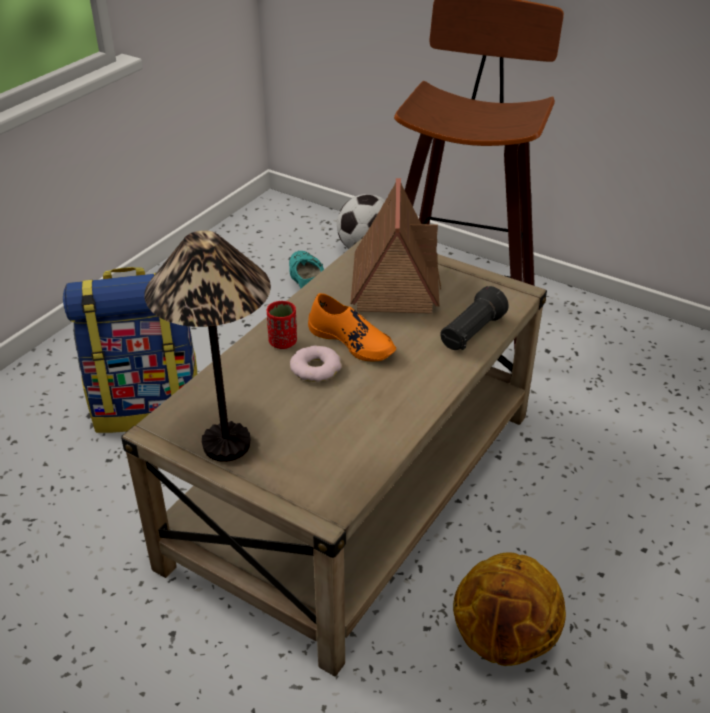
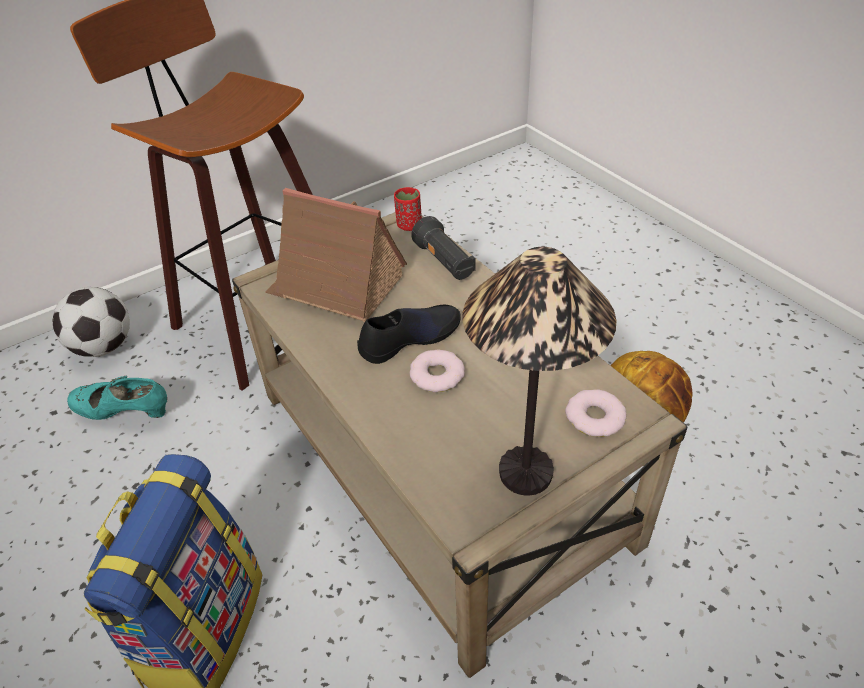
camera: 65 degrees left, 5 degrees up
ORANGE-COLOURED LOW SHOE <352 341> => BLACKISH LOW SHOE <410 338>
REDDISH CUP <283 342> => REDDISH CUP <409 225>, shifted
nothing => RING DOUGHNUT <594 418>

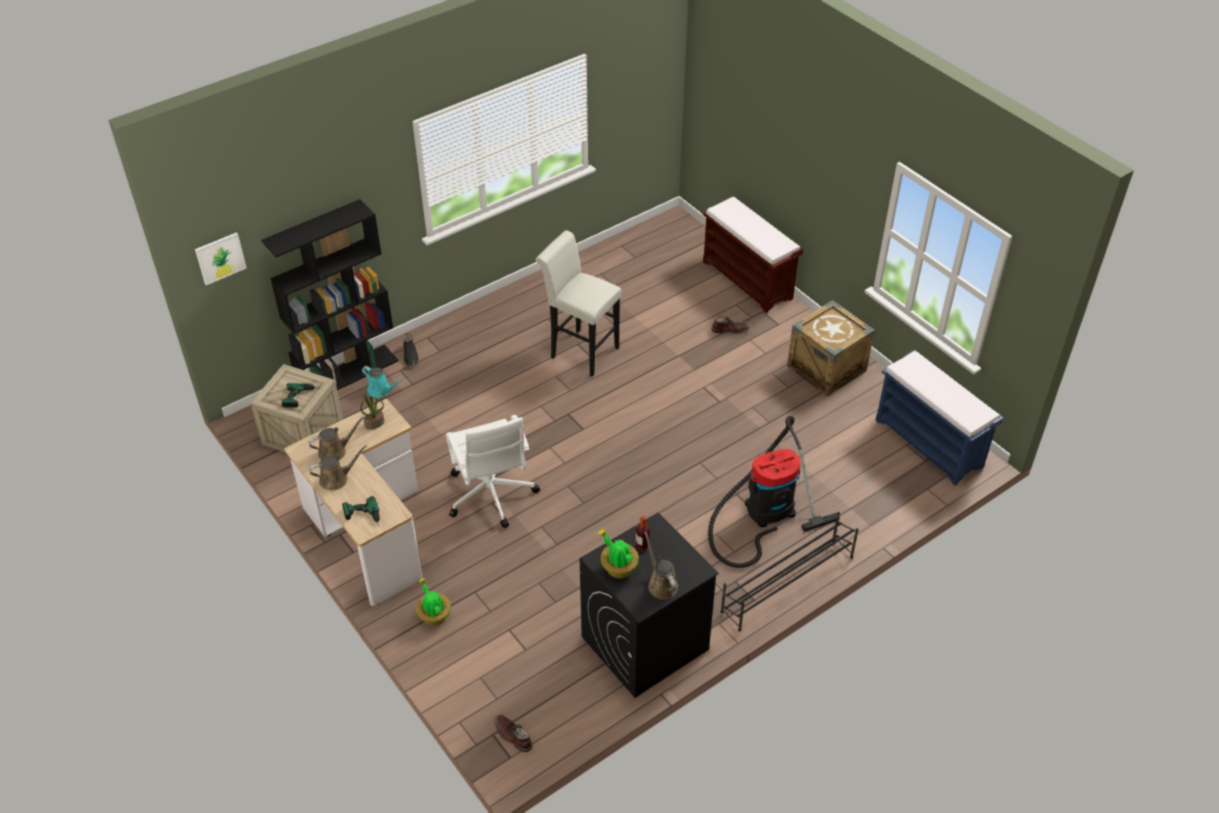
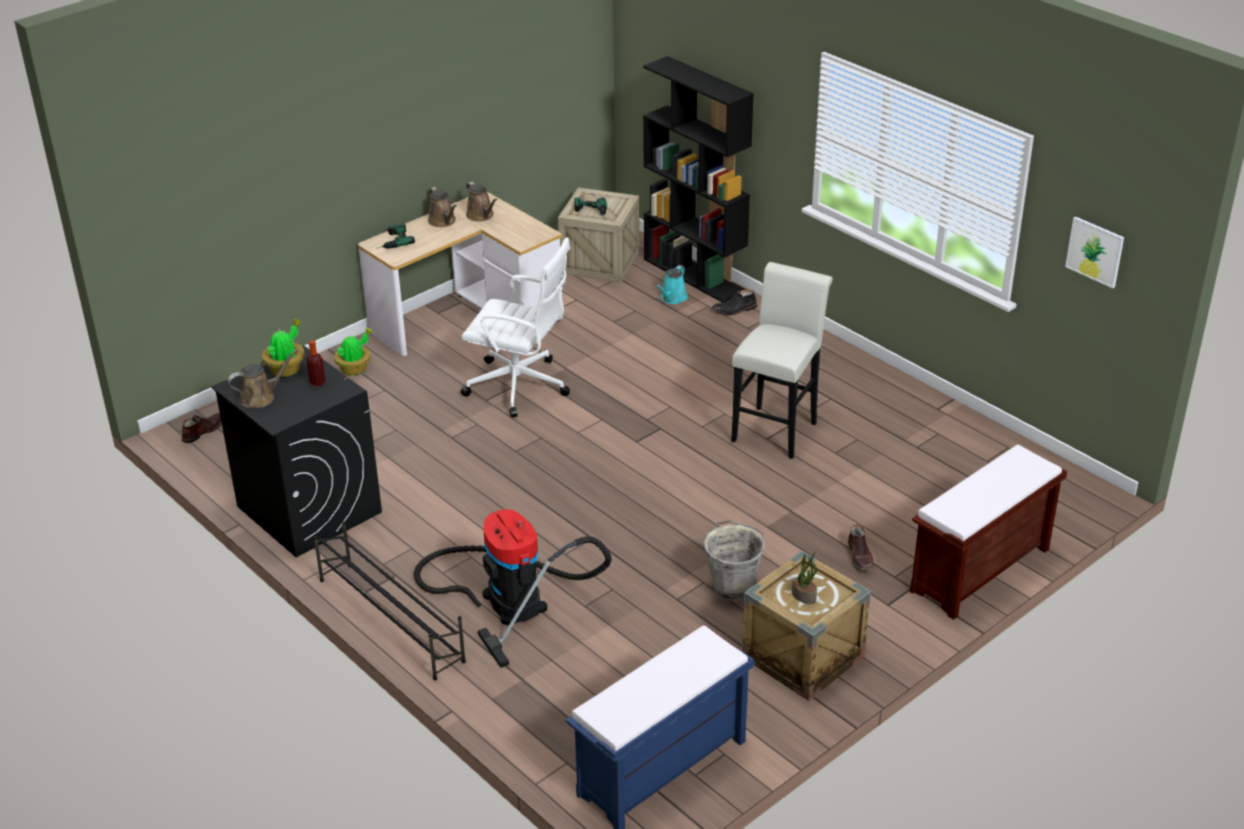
camera: 85 degrees right, 10 degrees down
PICTURE <220 258> => PICTURE <1095 251>, shifted
HOUSEPLANT <374 423> => HOUSEPLANT <804 596>, shifted
WHITE OFFICE CHAIR <491 496> => WHITE OFFICE CHAIR <520 386>, 135 degrees counterclockwise
nothing => GRAY PAIL <732 586>

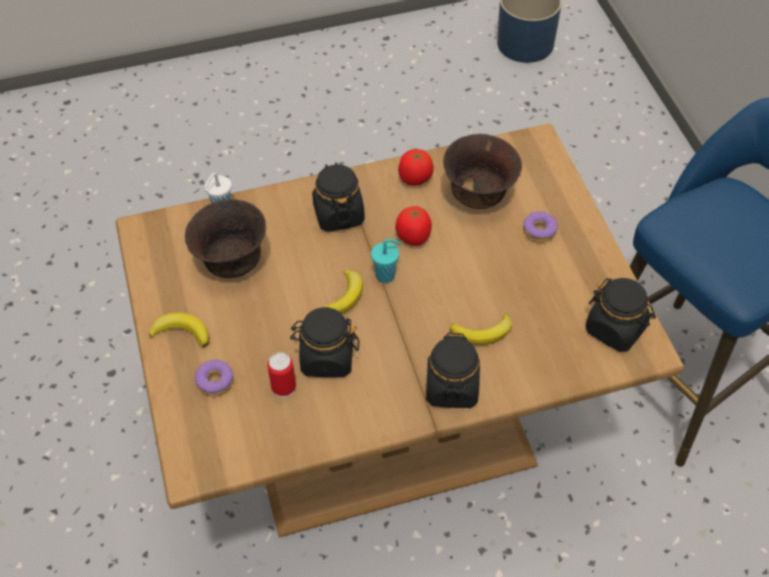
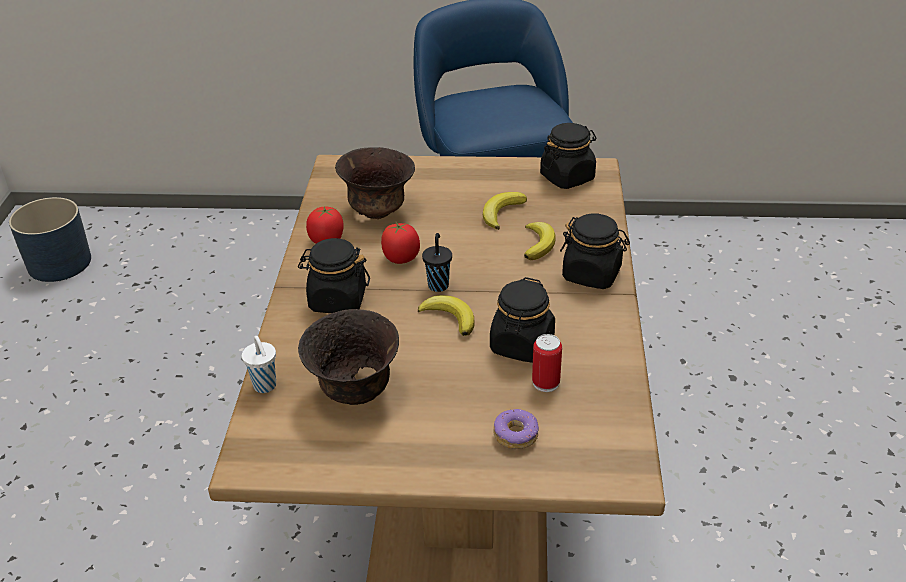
camera: 70 degrees left, 15 degrees down
RING DOUGHNUT <539 231> => nothing
BLUE-GREEN CUP <386 275> => BLACKISH CUP <438 285>
WHOLE BANANA <182 332> => WHOLE BANANA <501 212>, shifted

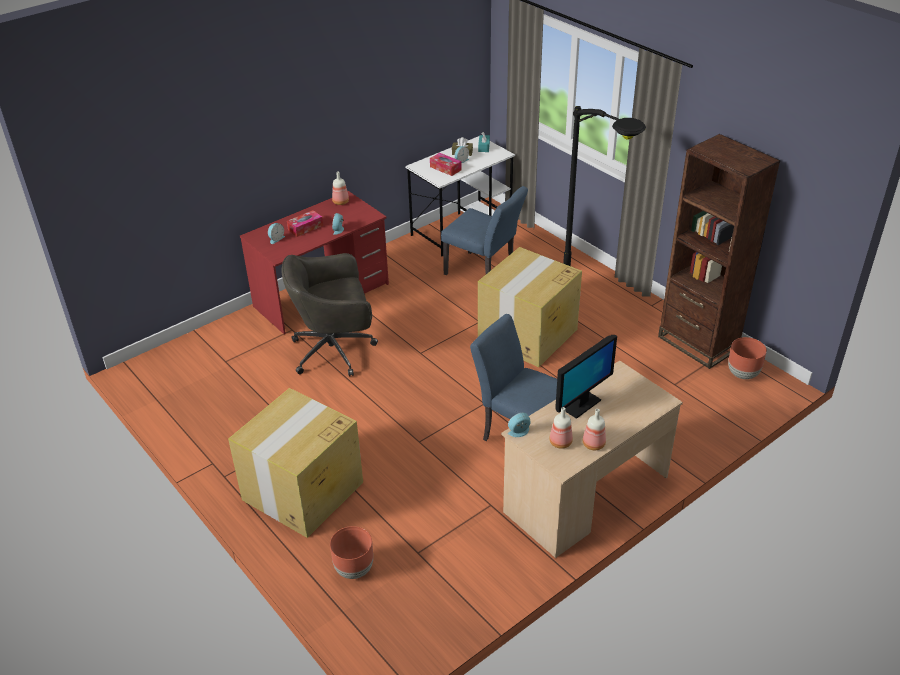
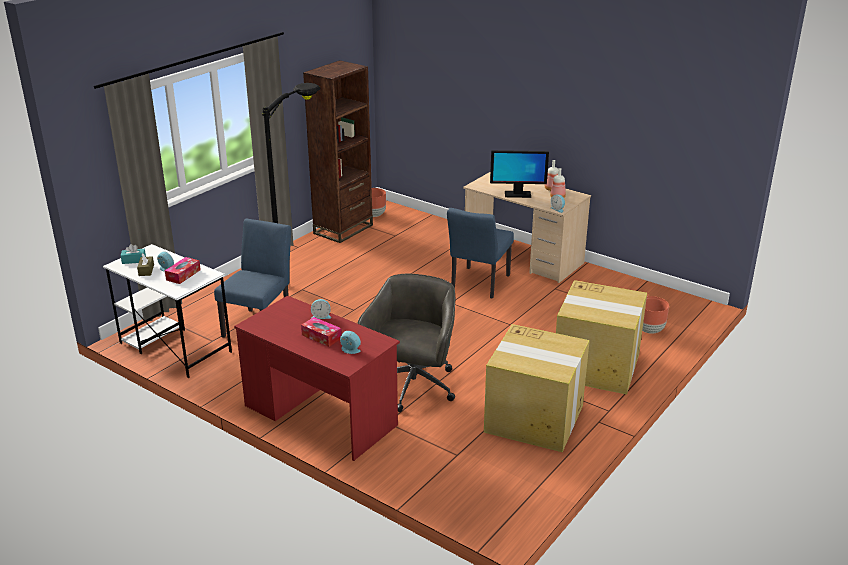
camera: 105 degrees left, 10 degrees down
DRINK BOTTLE <340 202> => nothing
CARTON <527 335> => CARTON <535 419>, shifted
GRAY OFFICE CHAIR <335 350> => GRAY OFFICE CHAIR <412 387>, 135 degrees counterclockwise
COMPUTER SCREEN <580 404> => COMPUTER SCREEN <517 194>, 150 degrees clockwise

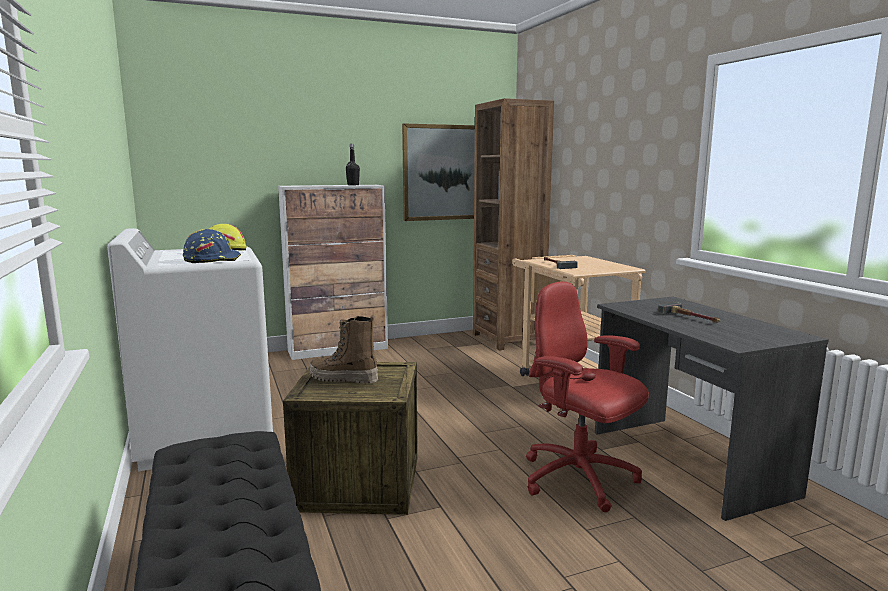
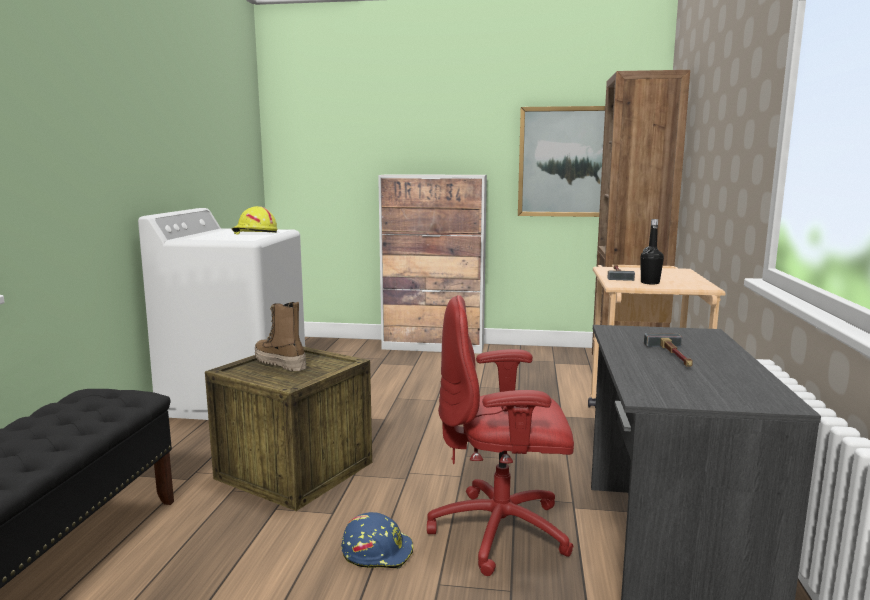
camera: 30 degrees right, 0 degrees up
BLACKISH DRINK BOTTLE <353 185> => BLACKISH DRINK BOTTLE <650 283>, shifted
BLUE HARD HAT <212 259> => BLUE HARD HAT <377 552>, shifted
REDDISH OFFICE CHAIR <579 480> => REDDISH OFFICE CHAIR <502 532>, 75 degrees counterclockwise

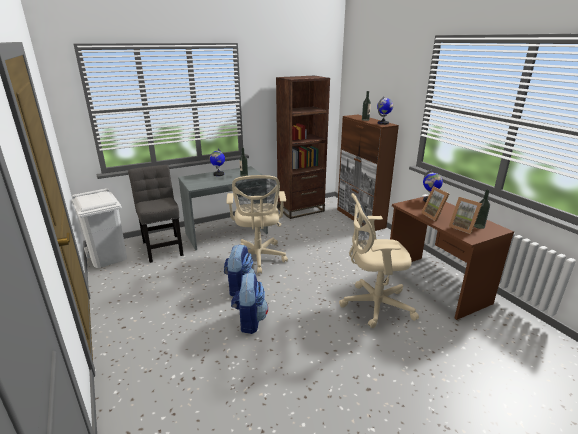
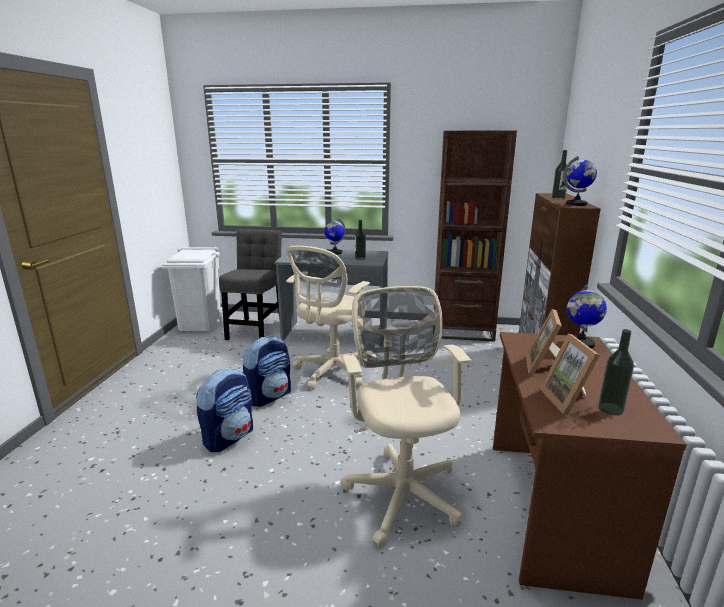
camera: 35 degrees right, 5 degrees down
BEIGE-COLOURED OFFICE CHAIR <373 305> => BEIGE-COLOURED OFFICE CHAIR <402 490>, 45 degrees clockwise

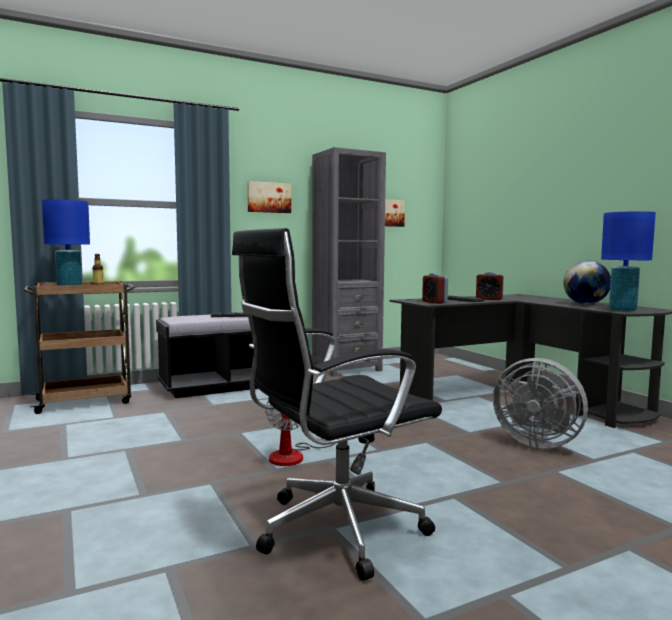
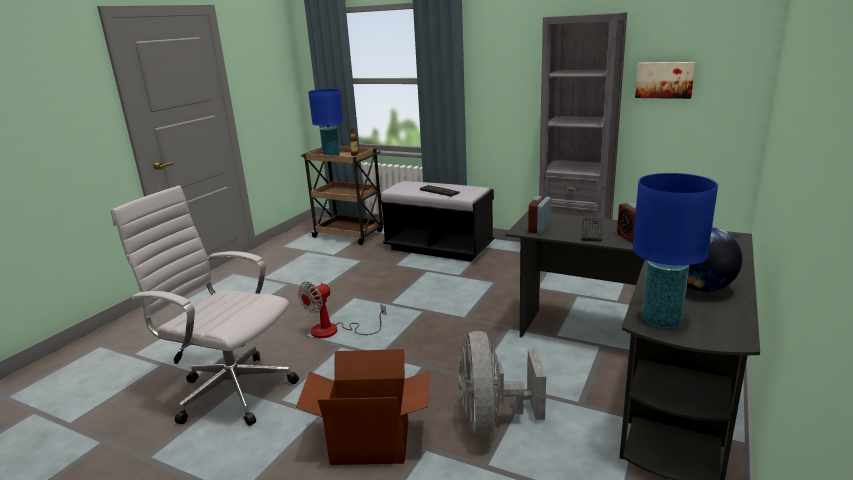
camera: 55 degrees right, 15 degrees up
PICTURE <269 197> => nothing
BLACKISH OFFICE CHAIR <333 531> => WHITE OFFICE CHAIR <231 391>
nothing => CARTON <371 441>

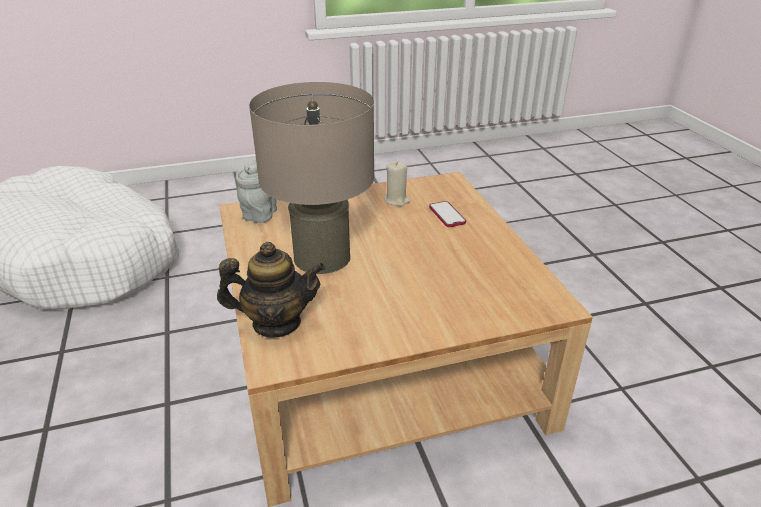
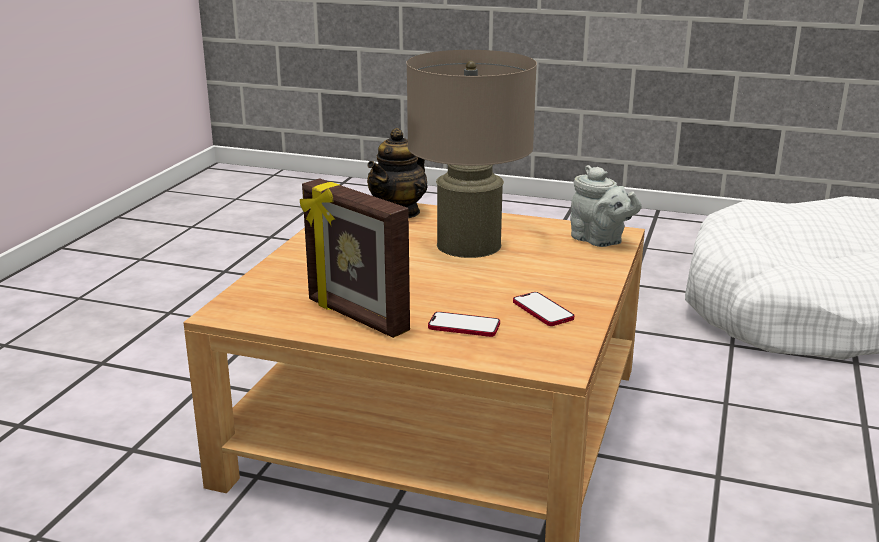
camera: 125 degrees right, 10 degrees down
BEIGE-COLOURED WAX CANDLE <396 200> => PHONE <542 311>
nothing => PICTURE FRAME <356 316>

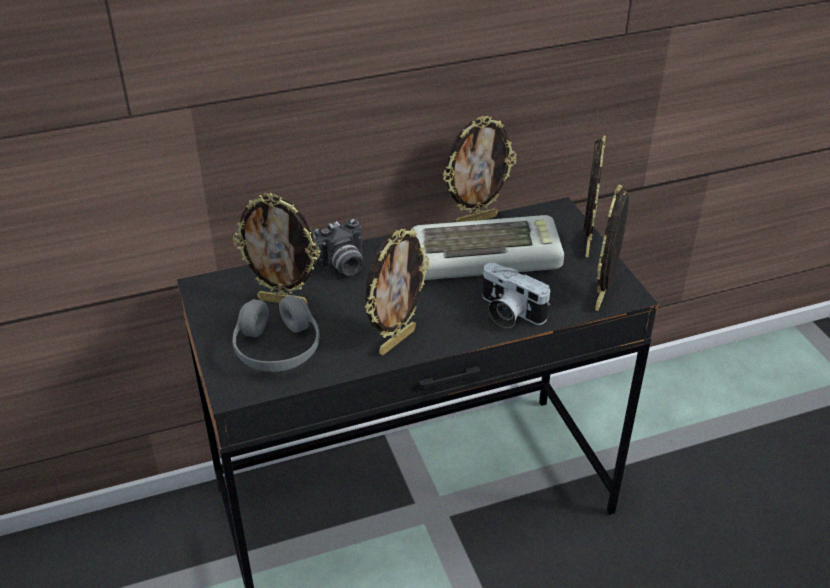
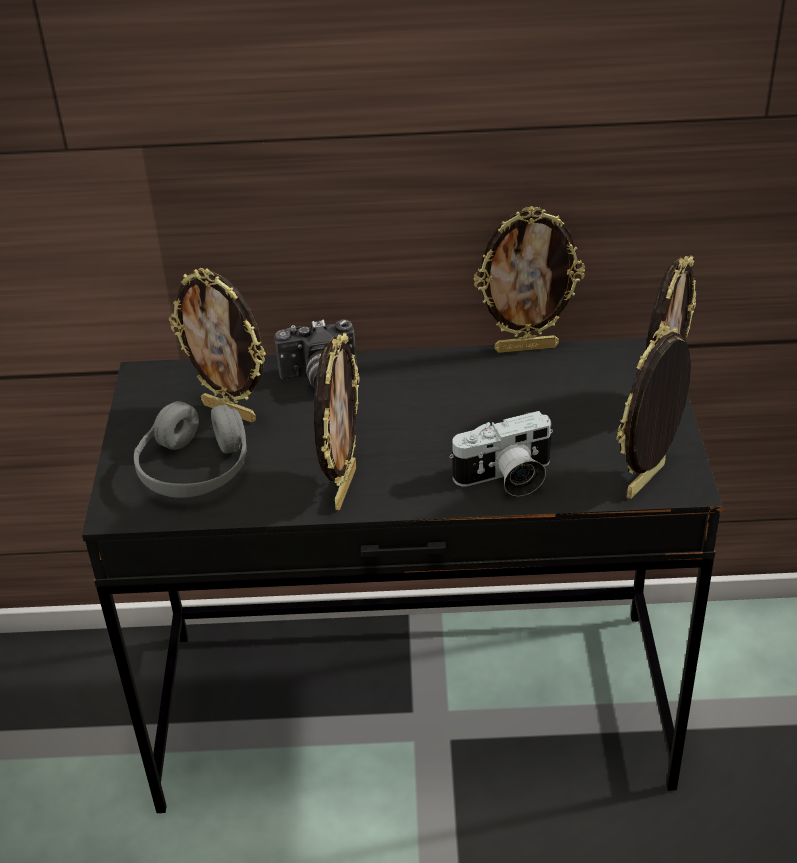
camera: 20 degrees right, 0 degrees up
KEYBOARD <486 256> => nothing
PICTURE FRAME <396 341> => PICTURE FRAME <343 487>, 45 degrees counterclockwise
PHOTO CAMERA <508 313> => PHOTO CAMERA <506 478>, 75 degrees counterclockwise

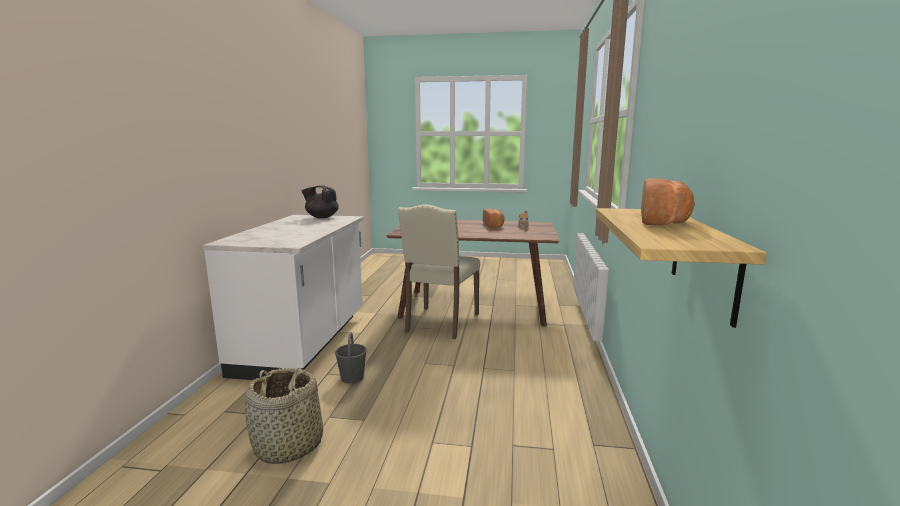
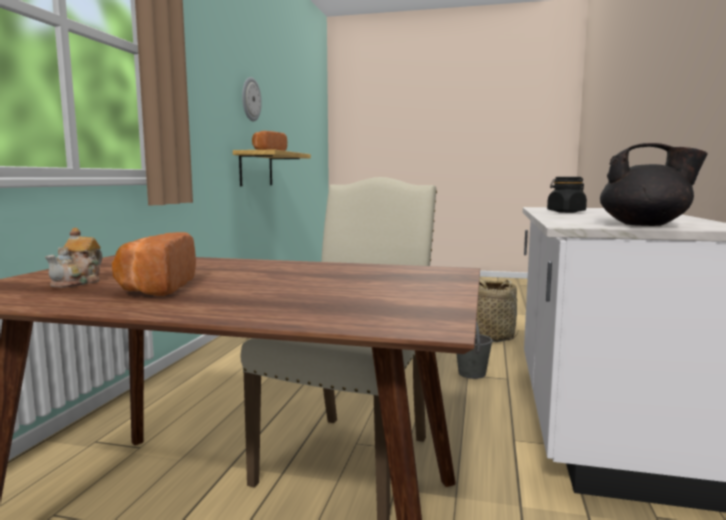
camera: 175 degrees left, 5 degrees down
nothing => HANGING CLOCK <250 99>
nothing => BLACKISH STORAGE JAR <566 212>

